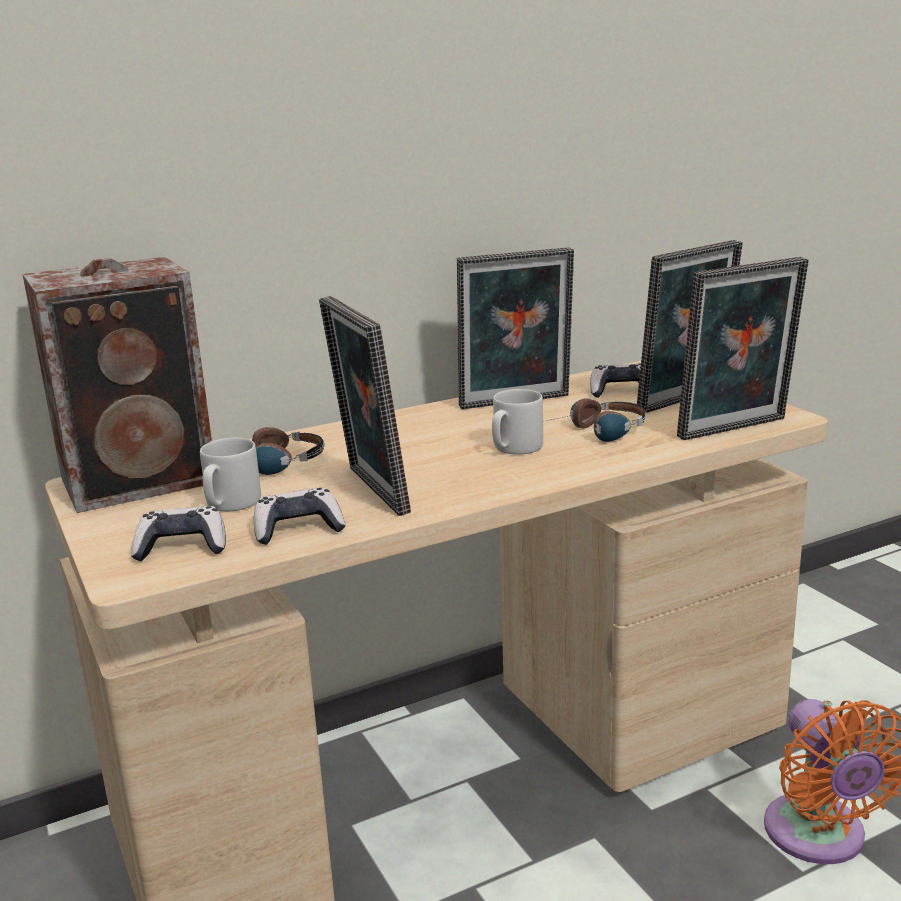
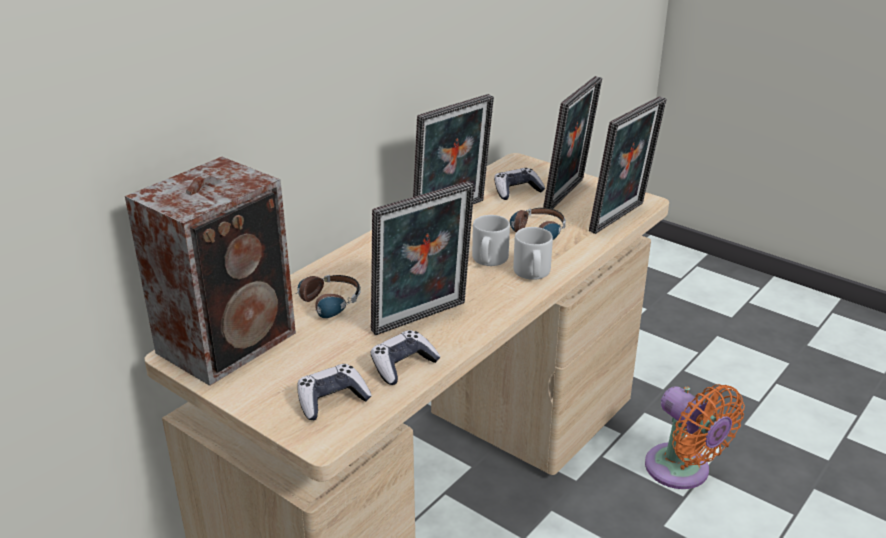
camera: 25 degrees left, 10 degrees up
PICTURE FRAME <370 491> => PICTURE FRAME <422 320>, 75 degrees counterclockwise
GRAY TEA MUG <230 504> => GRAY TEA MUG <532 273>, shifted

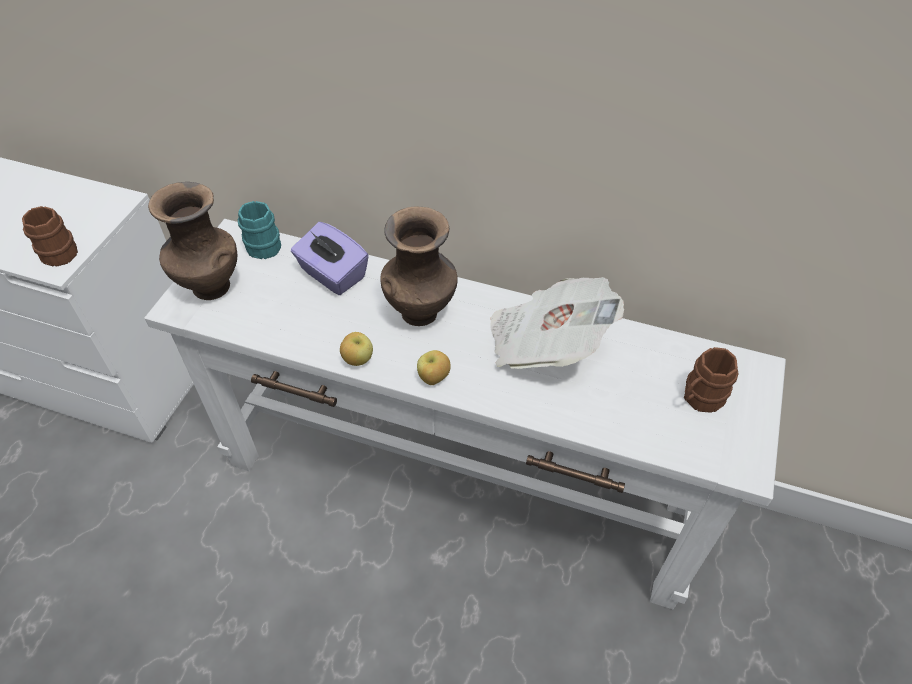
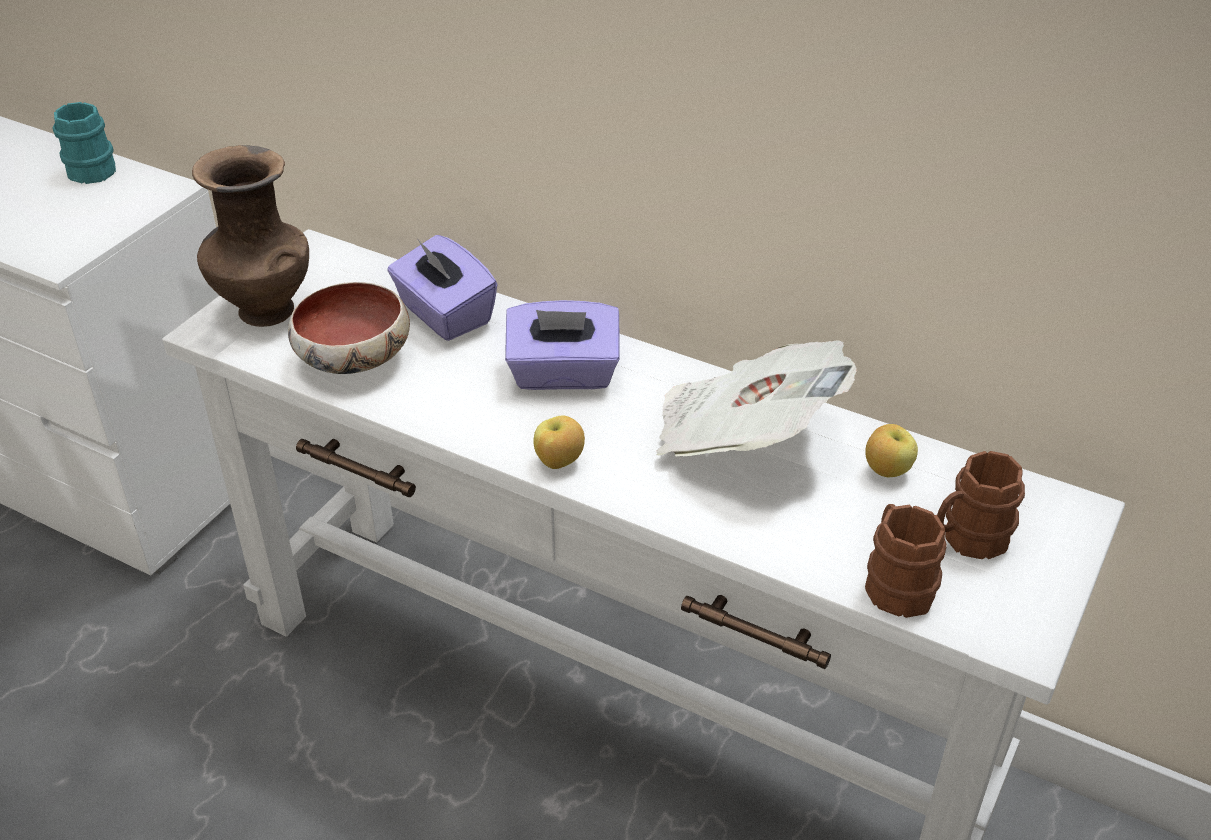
camera: 10 degrees right, 10 degrees down
BLUE-GREEN TEA MUG <262 243> => BLUE-GREEN TEA MUG <91 167>, shifted
BROWN-COLOURED TEA MUG <58 250> => BROWN-COLOURED TEA MUG <895 583>, shifted
BROWN-COLOURED FLOWER VASE <421 311> => PURPLISH BOX OF TISSUES <563 374>
APPLE FRUIT <358 359> => APPLE FRUIT <887 470>, shifted
nothing => DEEP DISH <353 360>

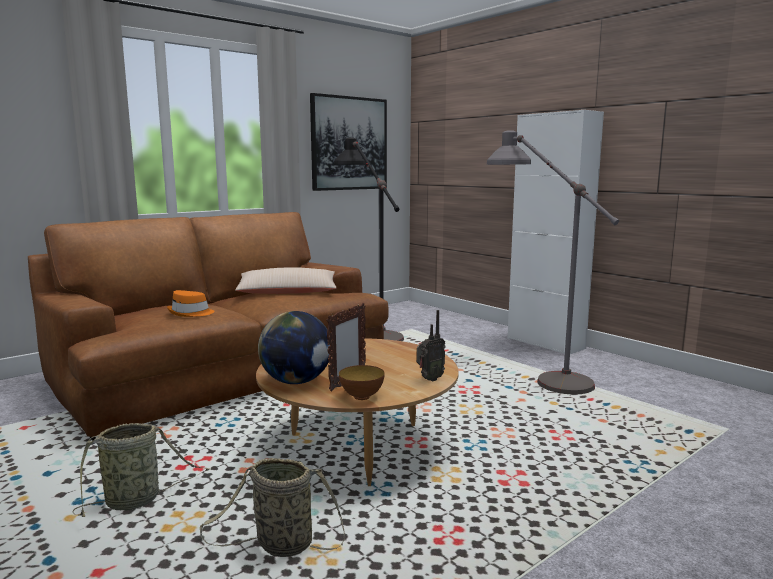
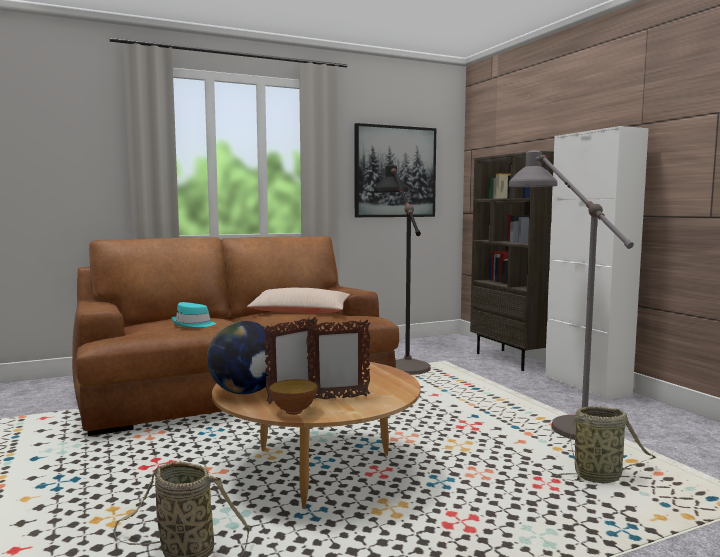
camera: 15 degrees right, 5 degrees down
ORANGE-COLOURED CLOTHING HAT <191 313> => BLUE-GREEN CLOTHING HAT <193 324>
RADIO RECEIVER <429 379> => nothing
STORAGE BASKET <137 500> => STORAGE BASKET <600 477>, shifted
nothing => BROWN-COLOURED SHELVING UNIT <513 360>
nothing => PICTURE FRAME <338 398>

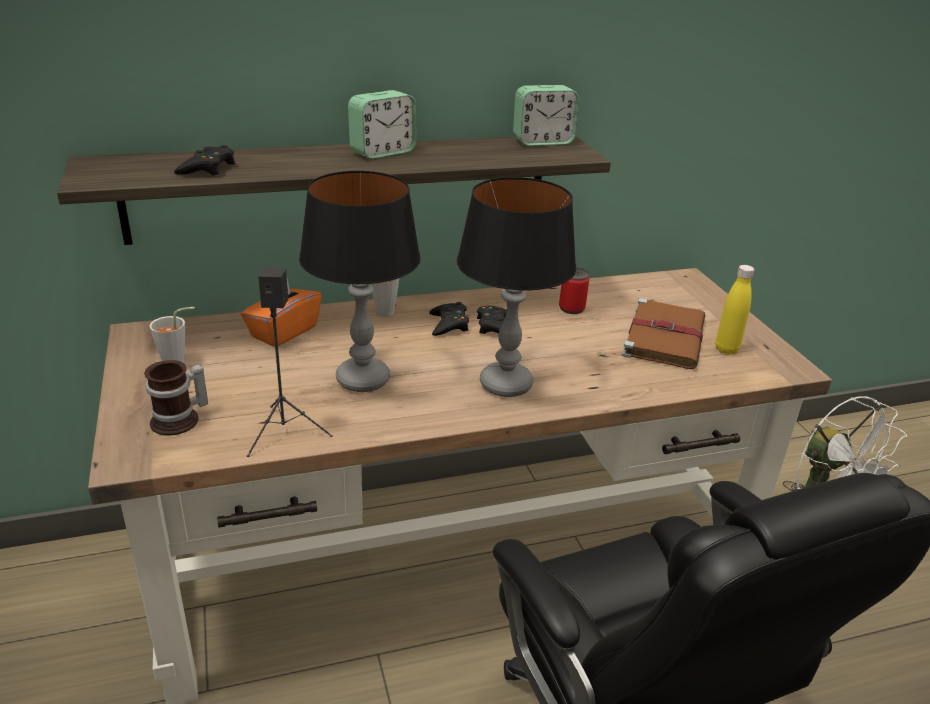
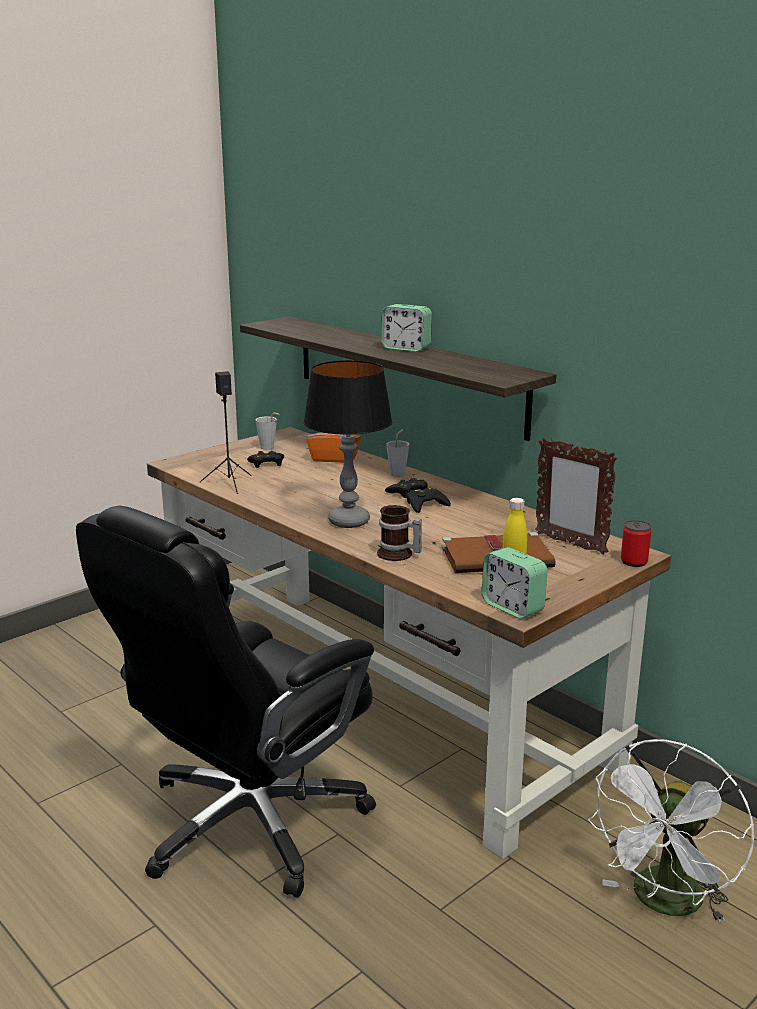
camera: 65 degrees right, 10 degrees down
BEDSIDE CLOCK <542 142> => BEDSIDE CLOCK <512 607>, shifted
BLACKISH GAMEPAD <207 168> => BLACKISH GAMEPAD <267 464>, shifted
TABLETOP LAMP <362 380> => nothing
SEALED CAN <571 308> => SEALED CAN <634 562>, shifted
TEA MUG <180 421> => TEA MUG <397 555>, shifted
nothing => PICTURE FRAME <570 544>

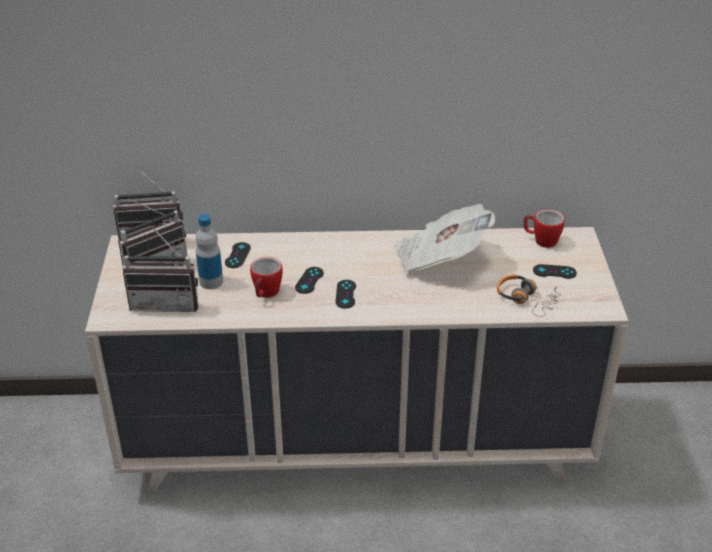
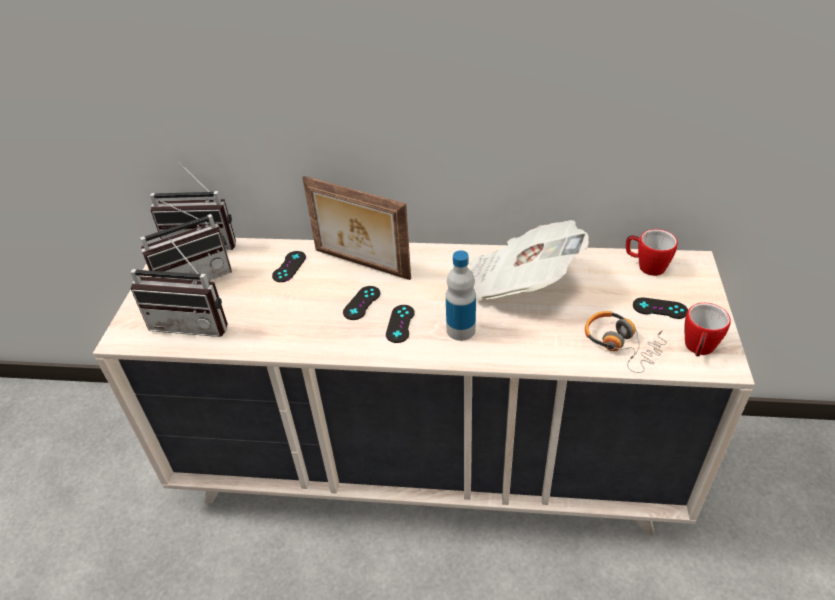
camera: 10 degrees right, 5 degrees up
DRINK BOTTLE <211 282> => DRINK BOTTLE <461 330>, shifted
TEA MUG <265 294> => TEA MUG <698 349>, shifted
nothing => PICTURE FRAME <361 265>

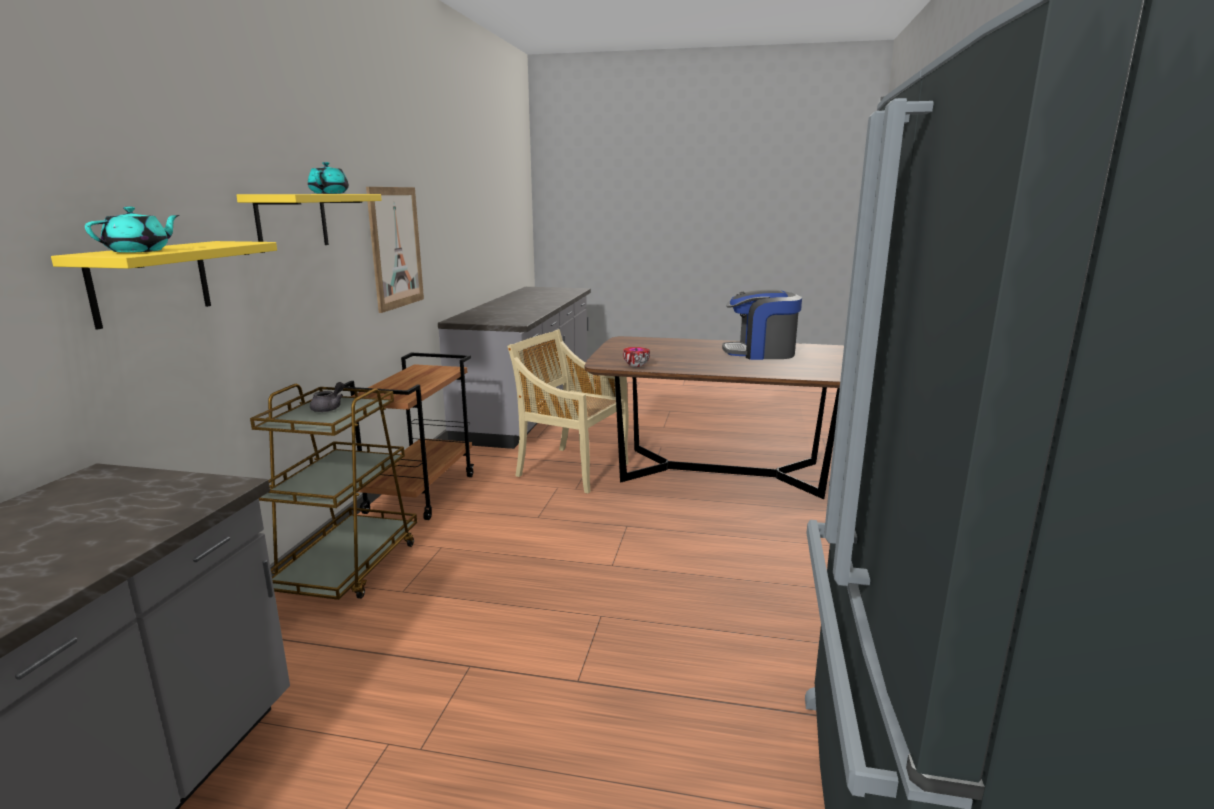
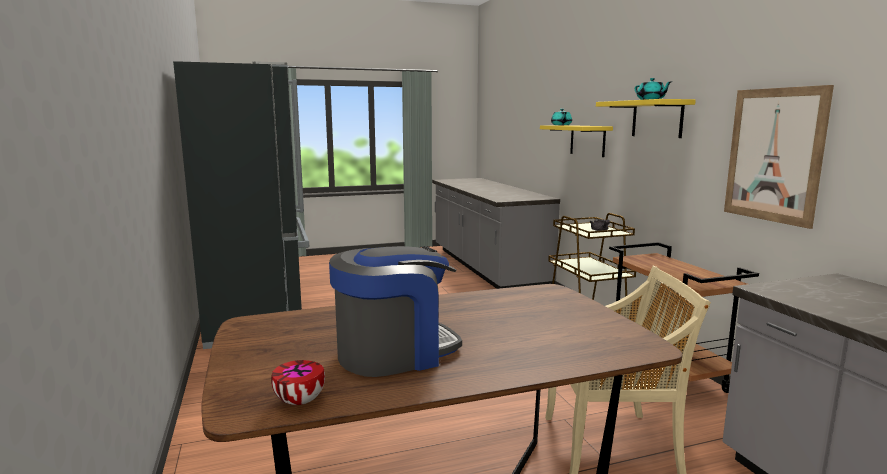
camera: 150 degrees right, 5 degrees down
DEEP DISH <636 366> => DEEP DISH <299 401>, shifted

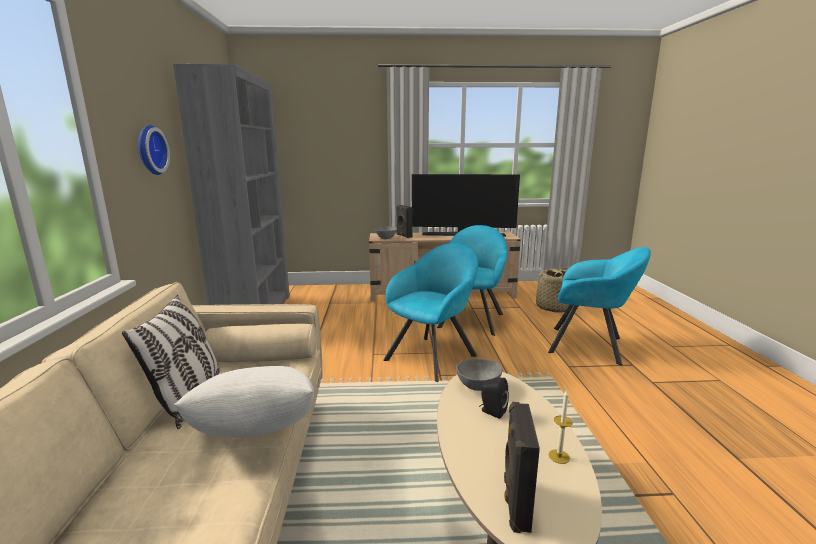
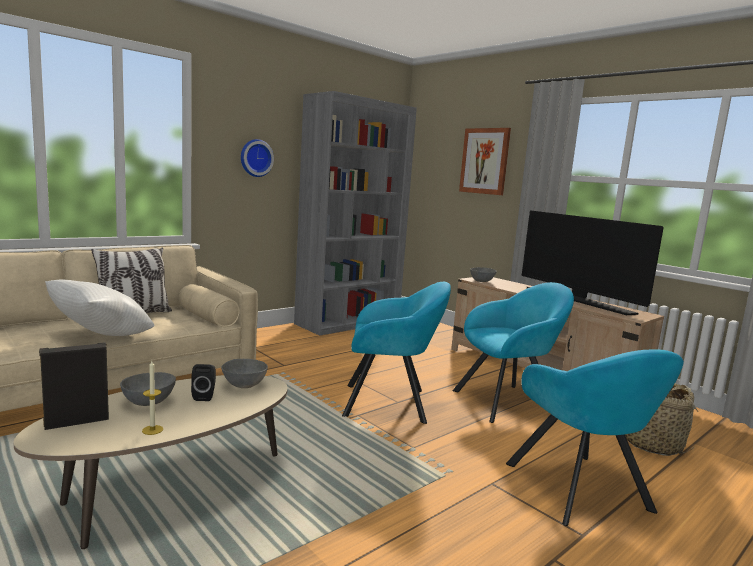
camera: 50 degrees right, 5 degrees down
BLACKISH AUDIO SPEAKER <403 236> => nothing
nothing => PICTURE <484 161>
nothing => GRAY DEEP DISH <149 402>

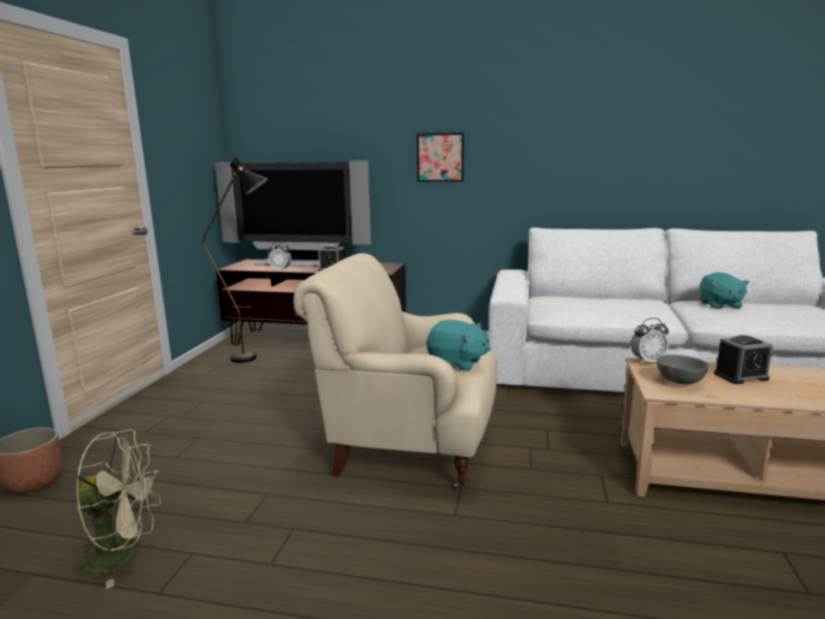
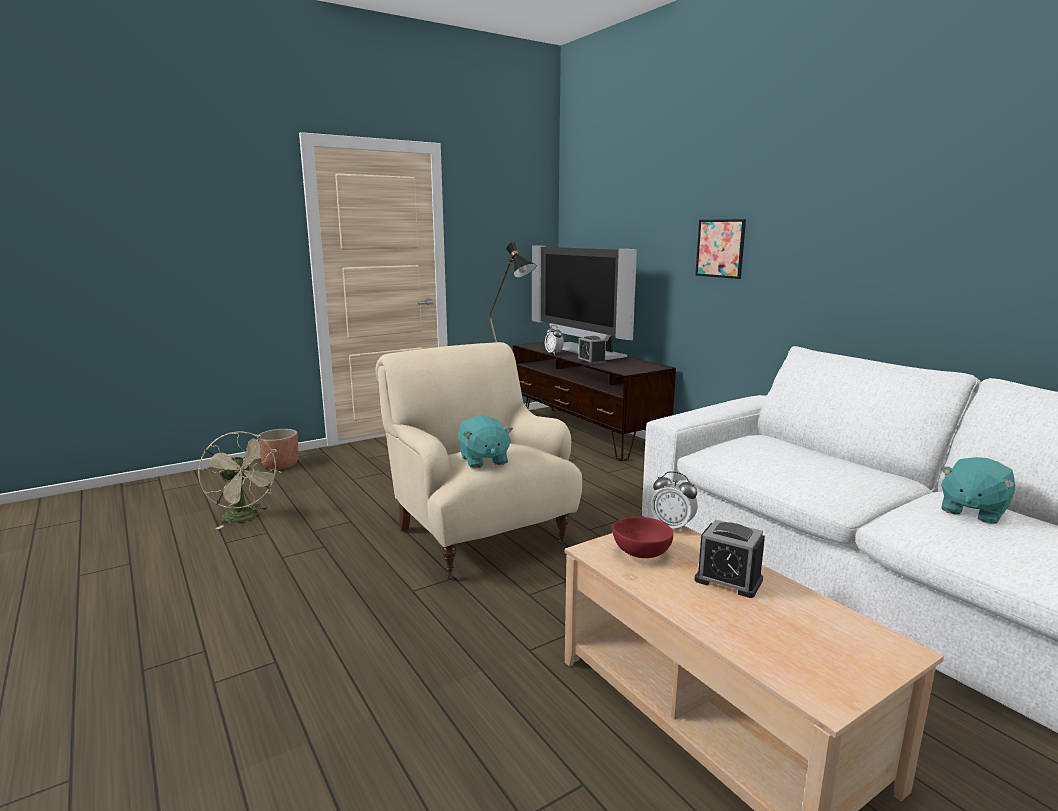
camera: 45 degrees right, 0 degrees up
GRAY DEEP DISH <678 382> => REDDISH DEEP DISH <640 553>

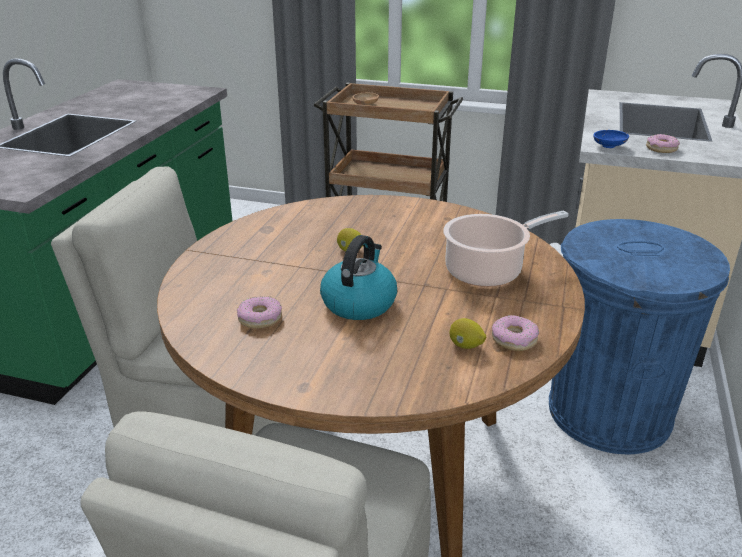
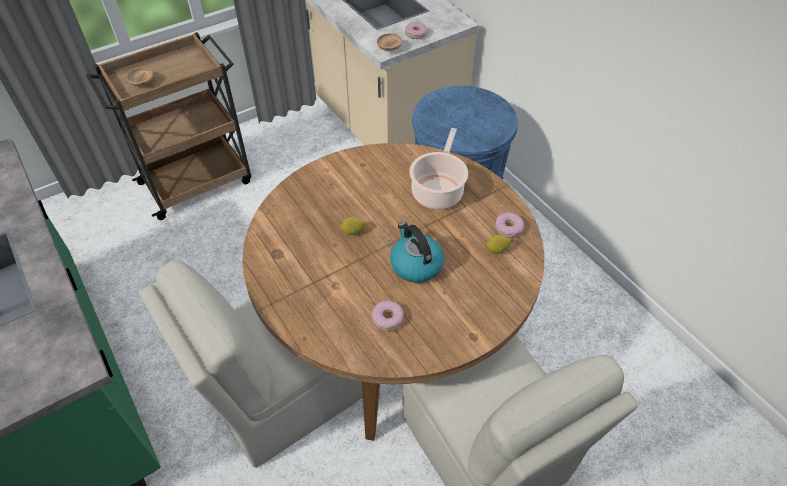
camera: 50 degrees left, 20 degrees up
BLUE DEEP DISH <609 147> => BROWN-COLOURED DEEP DISH <389 48>

